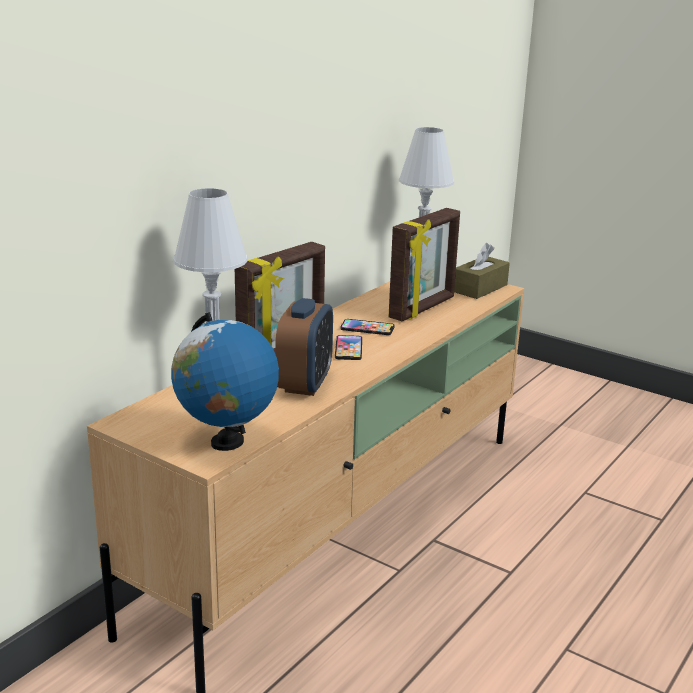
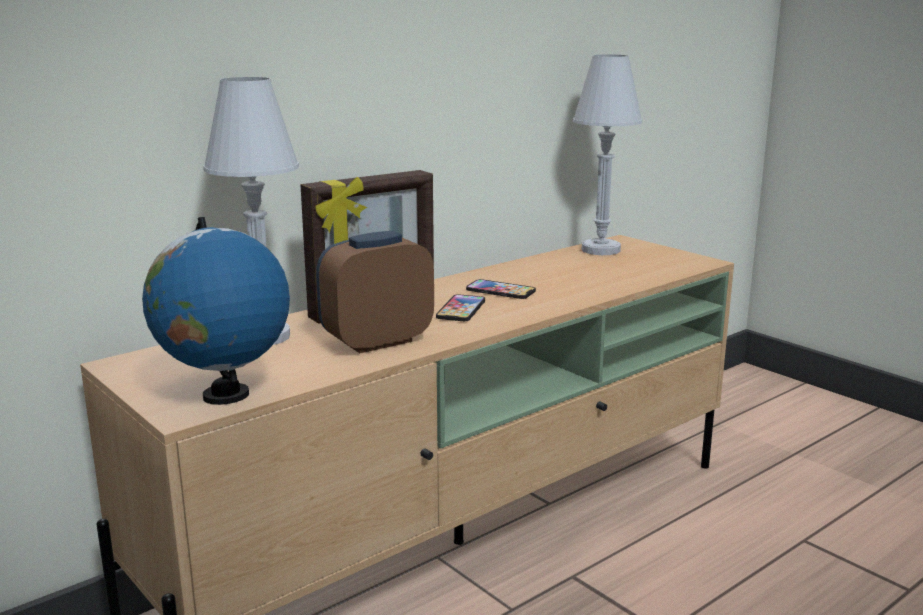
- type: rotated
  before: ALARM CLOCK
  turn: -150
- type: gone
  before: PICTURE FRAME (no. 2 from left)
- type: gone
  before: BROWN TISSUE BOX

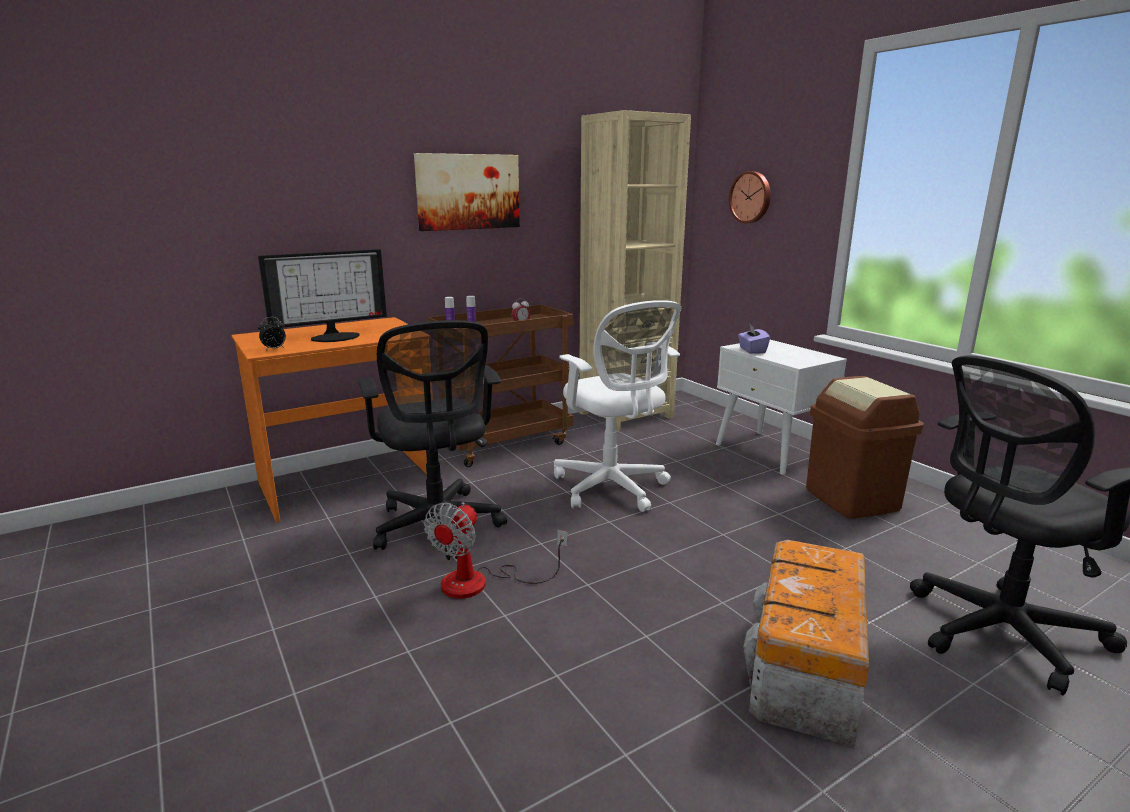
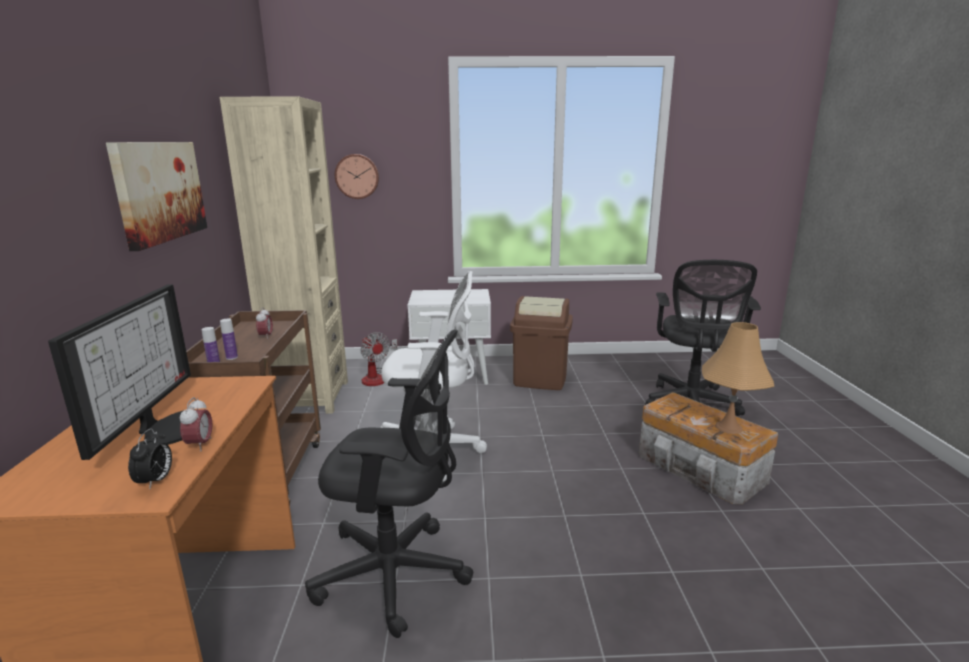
- type: shifted
  before: FAN
- type: gone
  before: PURPLE TISSUE BOX
- type: new
  after: ALARM CLOCK (no. 2 from left)
- type: new
  after: ORANGE TABLE LAMP

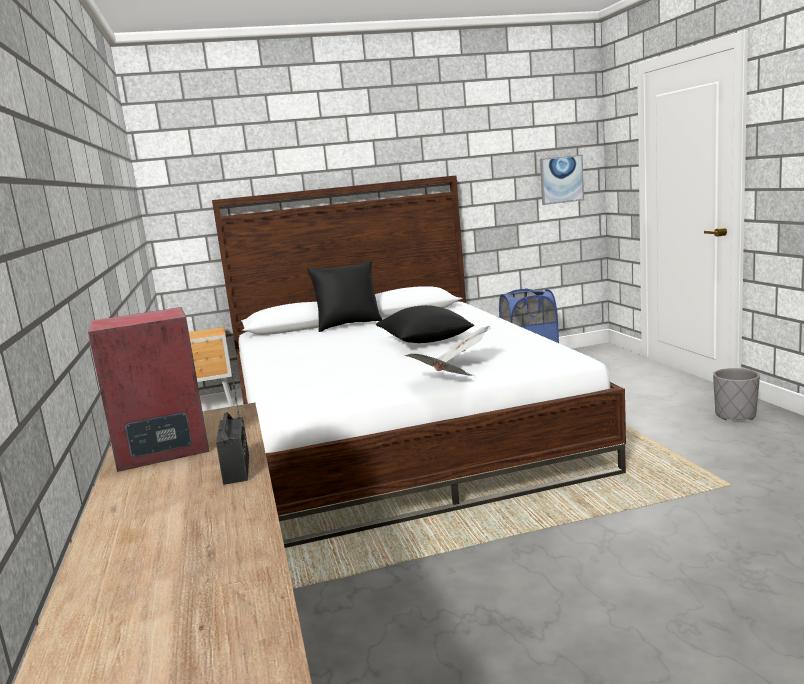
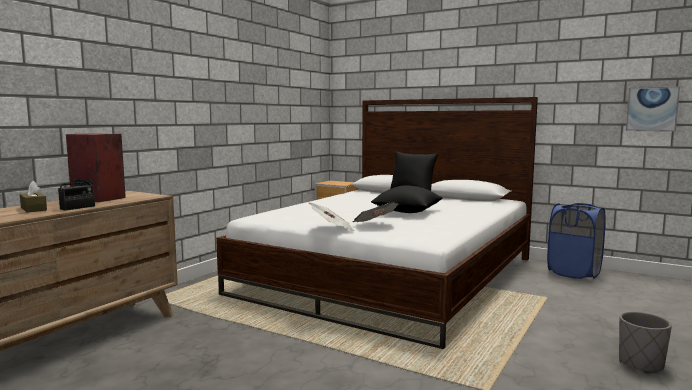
- type: new
  after: BROWN TISSUE BOX

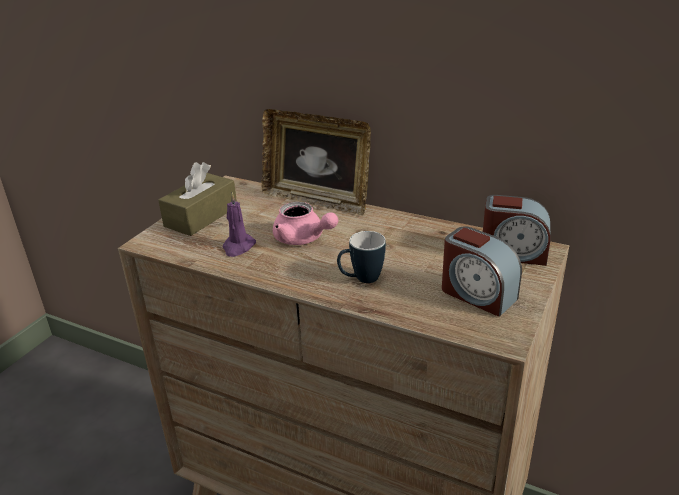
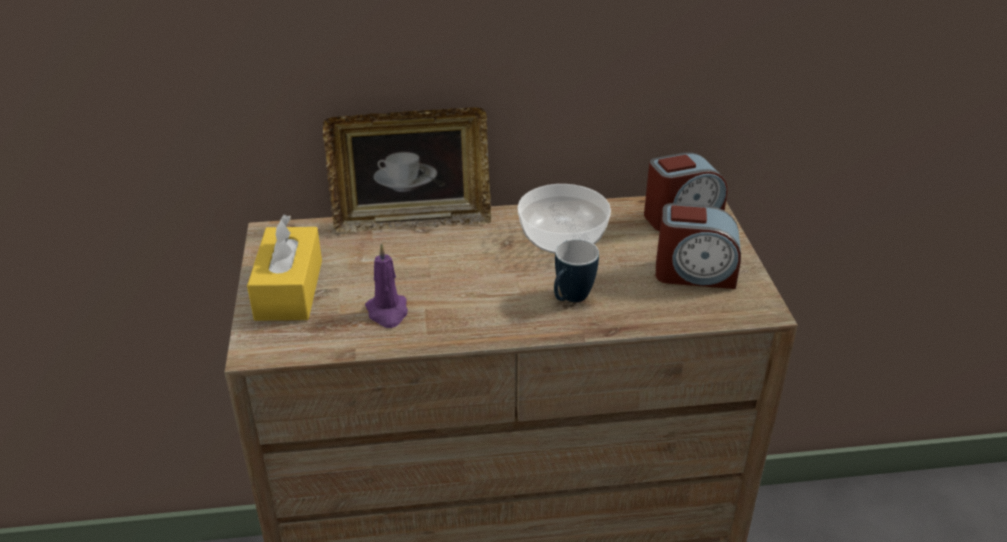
- type: repainted
  before: BROWN TISSUE BOX
  after: YELLOW TISSUE BOX
- type: gone
  before: PINK TEAPOT
- type: new
  after: BOWL

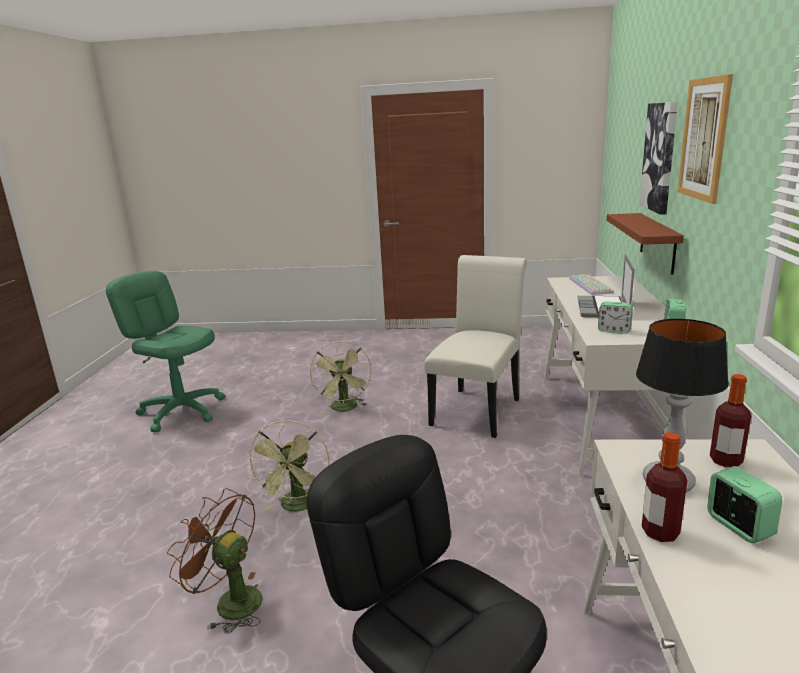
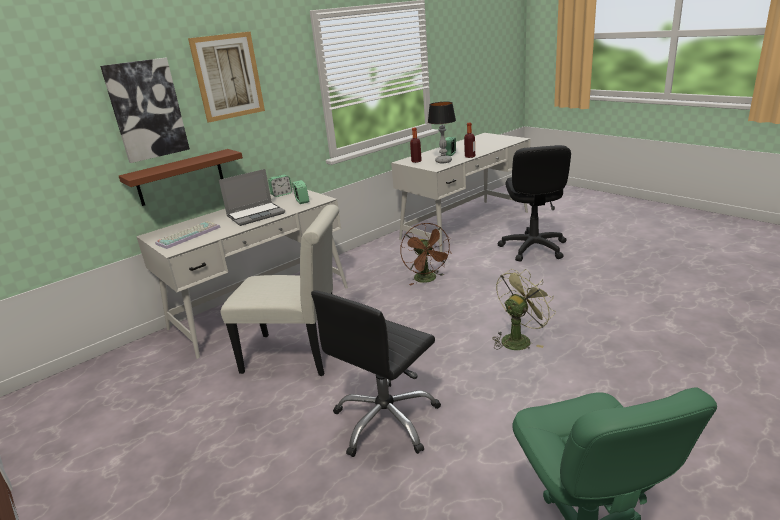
- type: shifted
  before: BROWN FAN
- type: swapped
  before: GREEN FAN (no. 2 from left)
  after: BLACK OFFICE CHAIR (no. 1 from left)
- type: rotated
  before: WHITE CHAIR
  turn: -150

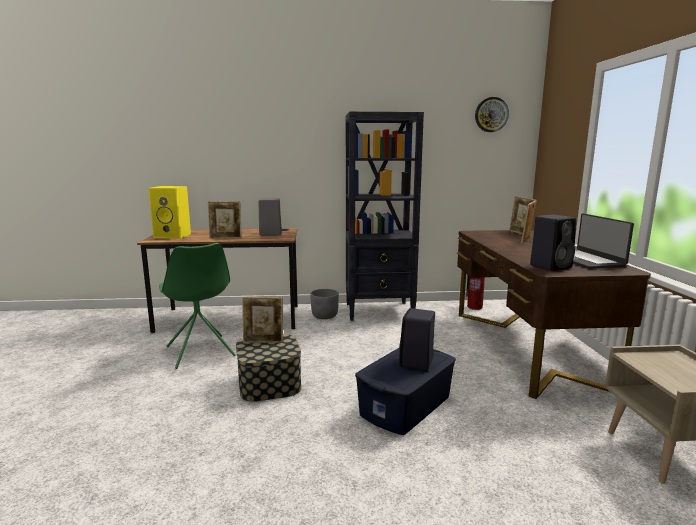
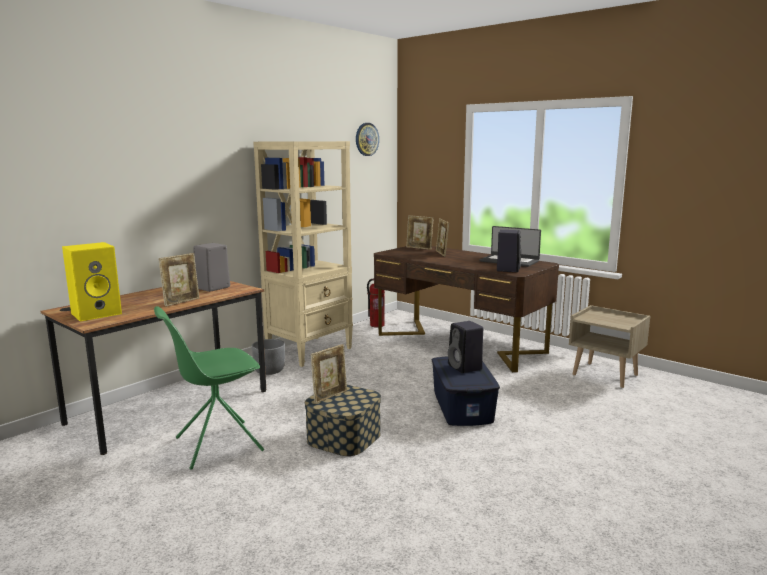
- type: rotated
  before: GREEN CHAIR
  turn: 135
- type: repainted
  before: BLACK BOOKCASE
  after: BEIGE BOOKCASE

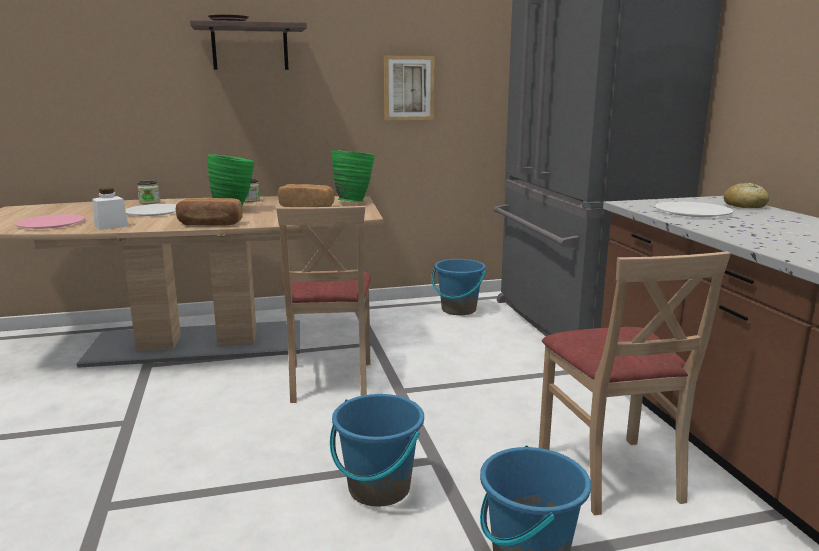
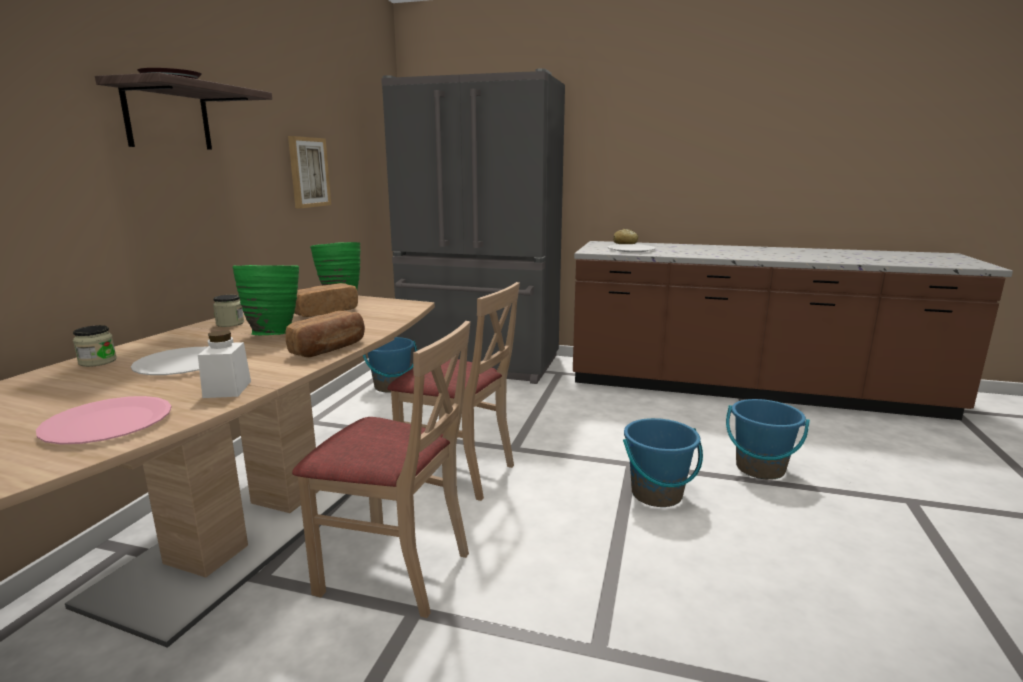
- type: shifted
  before: BEIGE CHAIR (no. 2 from left in the first image)
  after: BEIGE CHAIR (no. 1 from left)

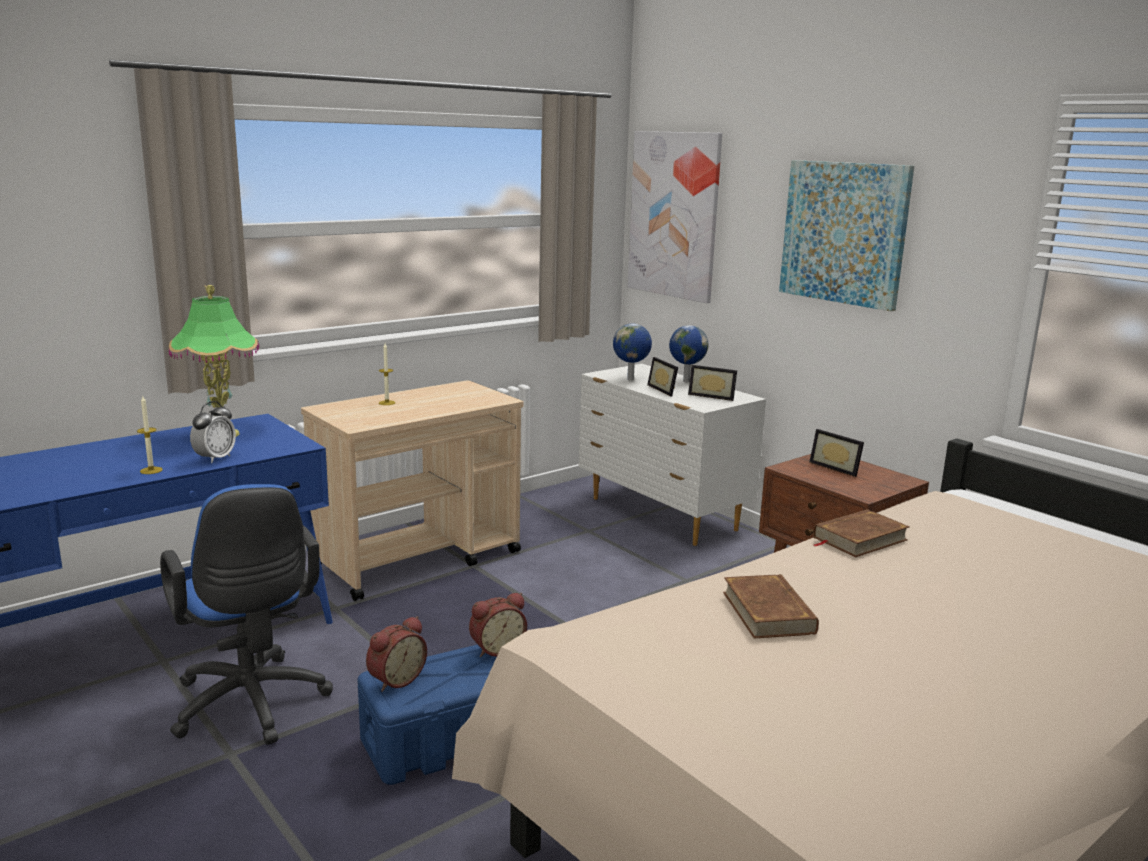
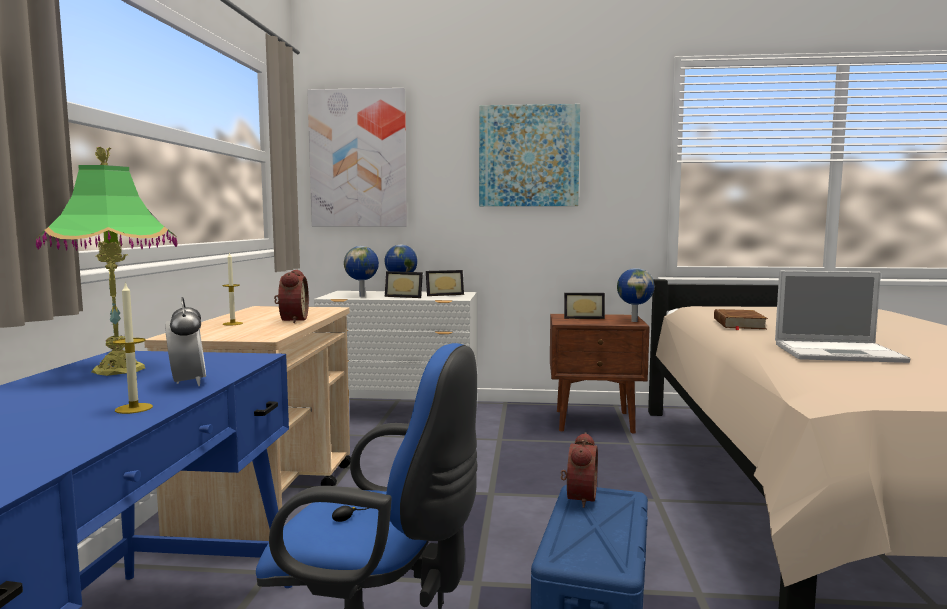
- type: shifted
  before: ALARM CLOCK (no. 2 from left)
- type: swapped
  before: BROWN BOOK (no. 1 from left)
  after: LAPTOP
- type: new
  after: GLOBE (no. 3 from left)

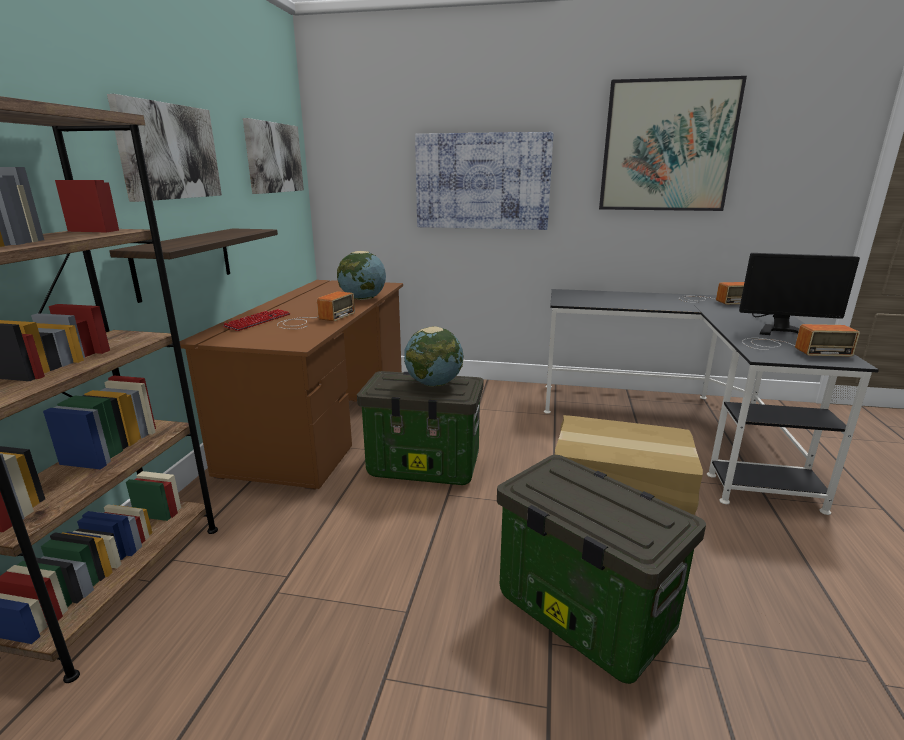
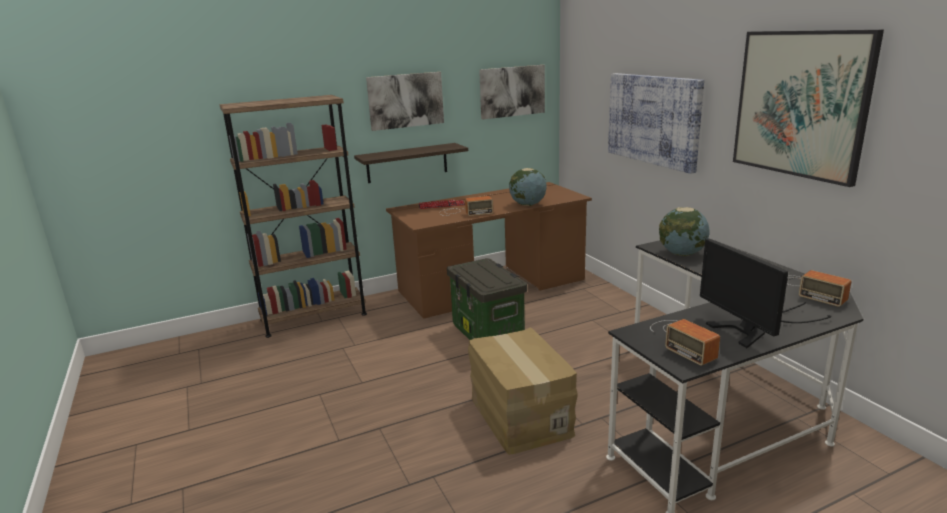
- type: shifted
  before: GLOBE (no. 2 from left)
- type: gone
  before: STORAGE BOX (no. 2 from left)

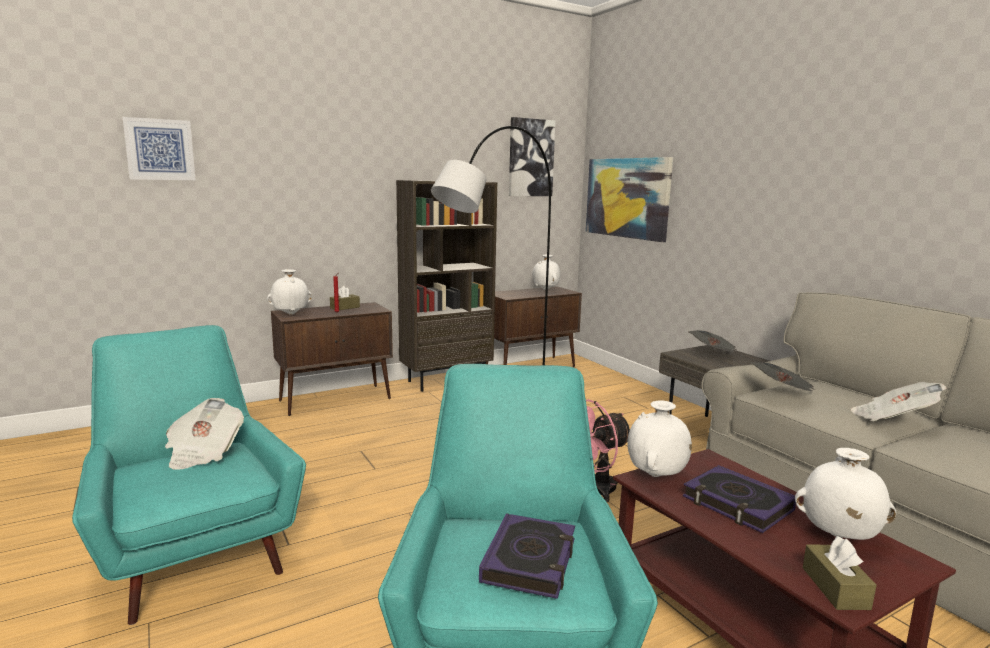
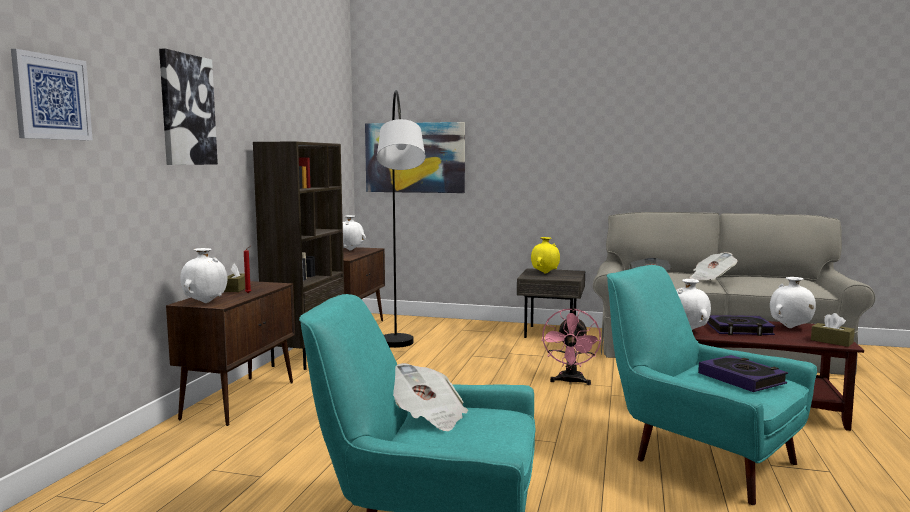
- type: shifted
  before: PICTURE (no. 2 from left)
- type: swapped
  before: NEWSPAPER (no. 2 from left)
  after: YELLOW VASE

